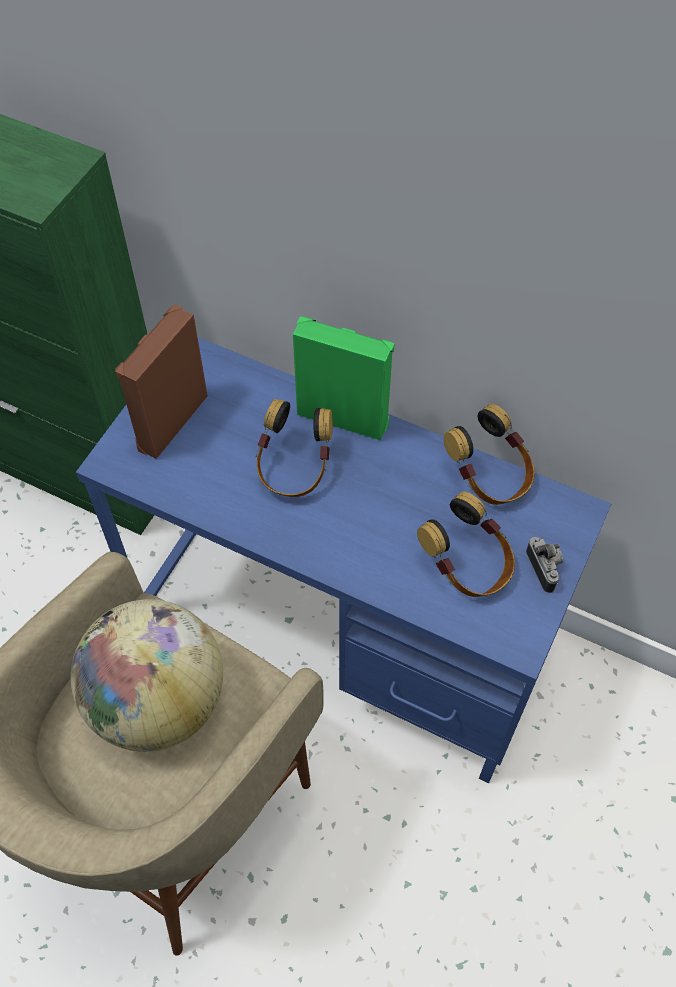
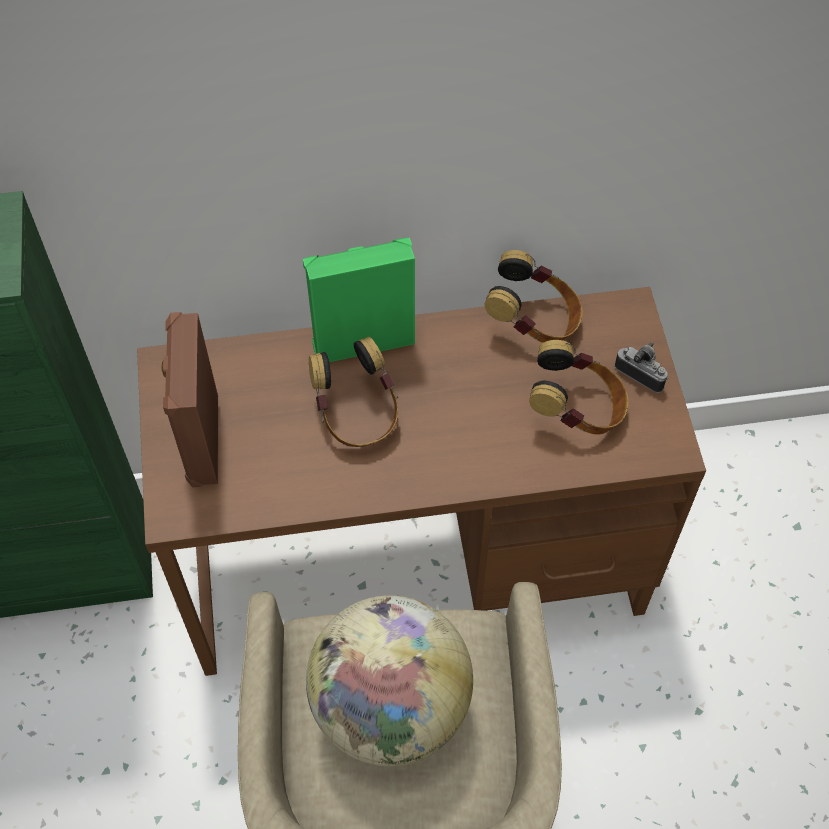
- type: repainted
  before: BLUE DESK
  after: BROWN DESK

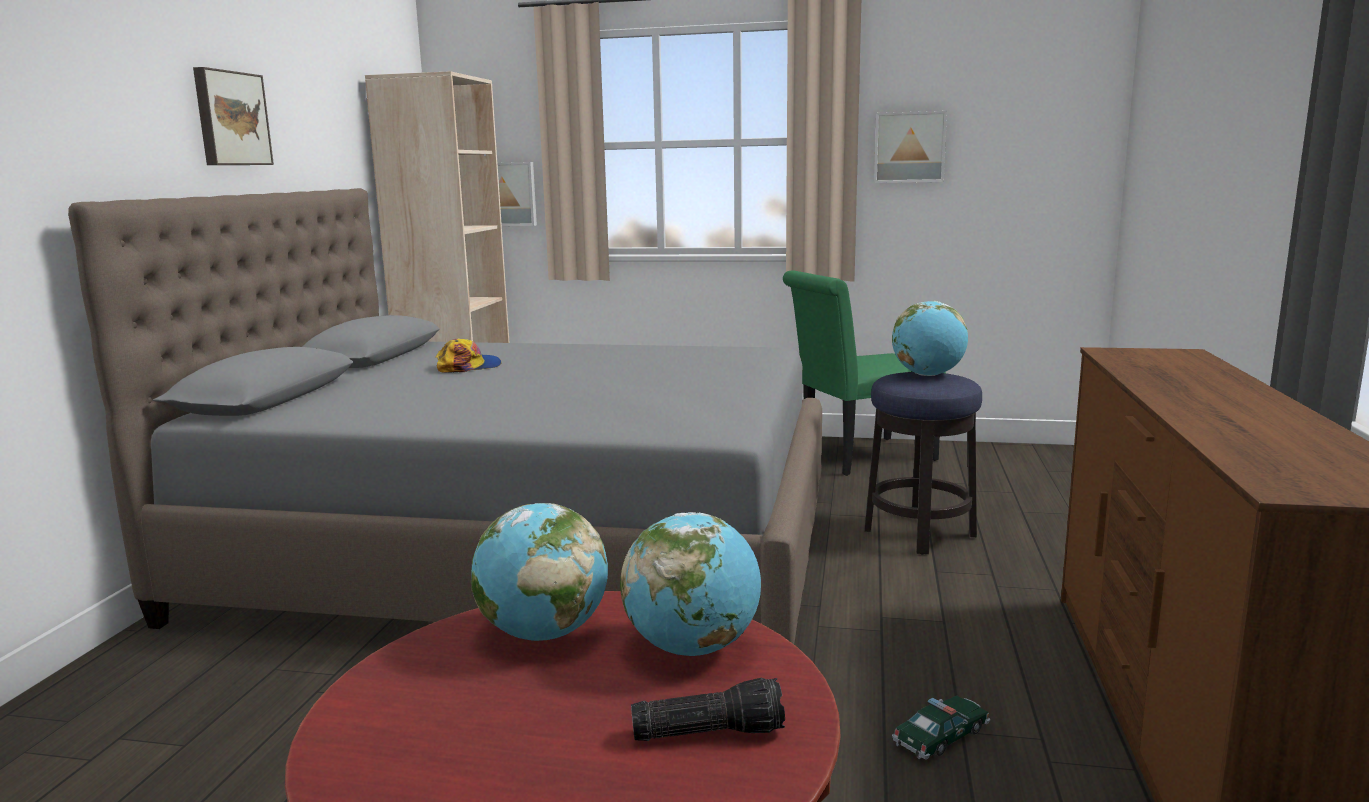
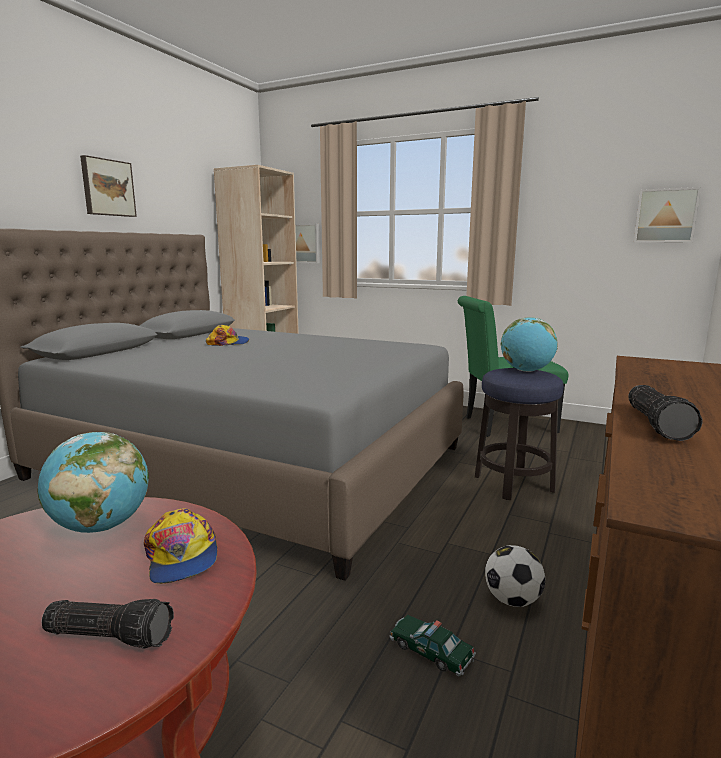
- type: swapped
  before: GLOBE (no. 2 from left)
  after: CAP (no. 1 from left)
- type: shifted
  before: PICTURE (no. 3 from left)
- type: rotated
  before: TOY CAR
  turn: -120
- type: new
  after: FOOTBALL
- type: new
  after: FLASHLIGHT (no. 2 from left)

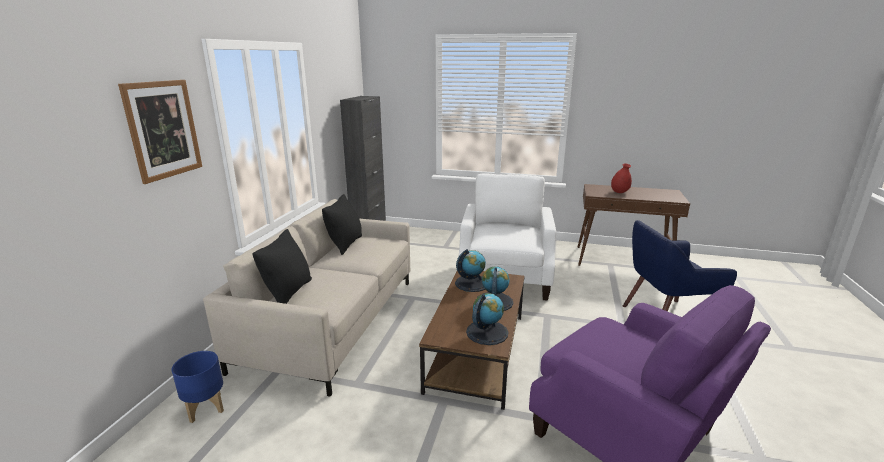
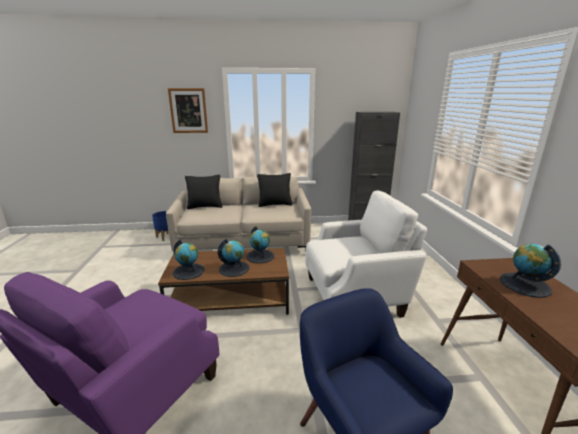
- type: swapped
  before: RED VASE
  after: GLOBE (no. 4 from left)

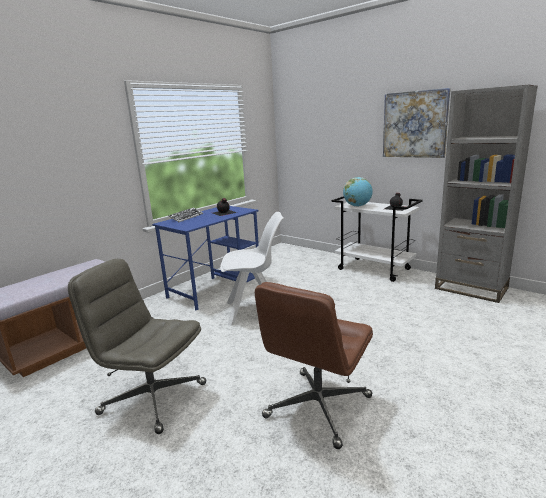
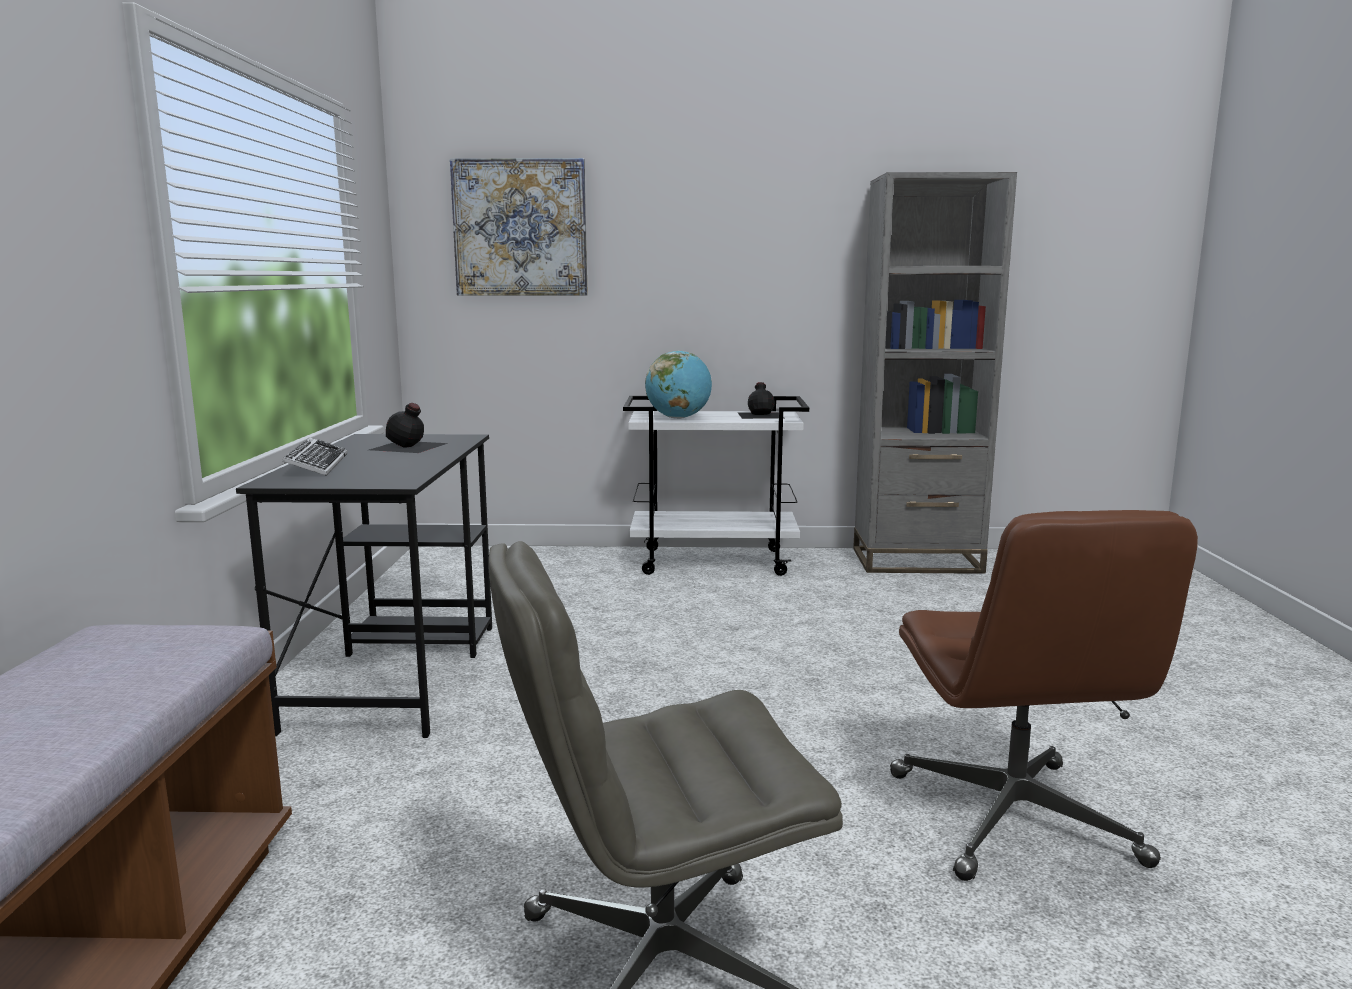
- type: repainted
  before: BLUE DESK
  after: BLACK DESK
- type: gone
  before: WHITE CHAIR
- type: shifted
  before: PICTURE

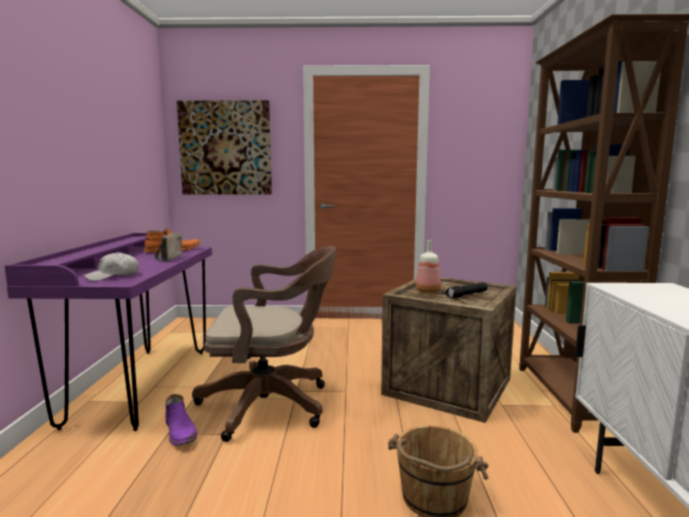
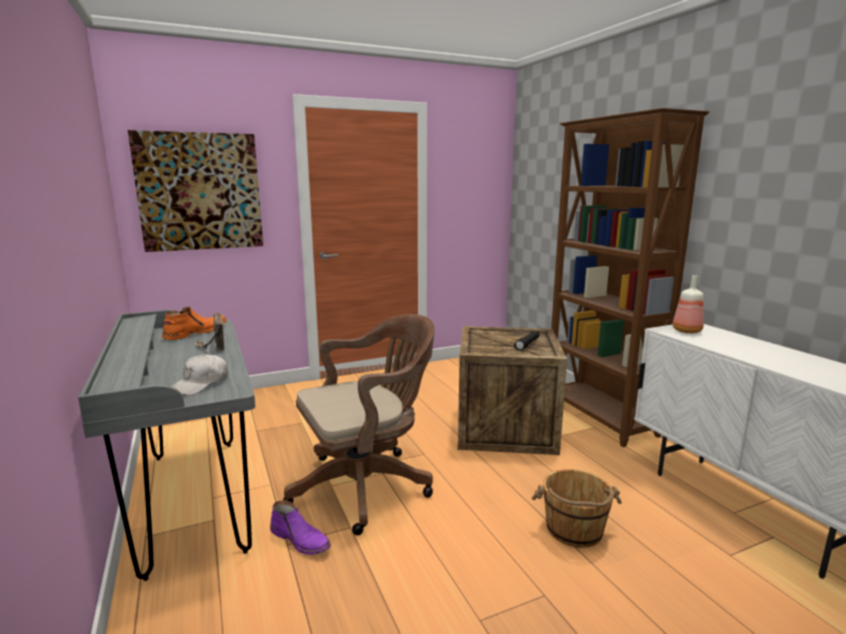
- type: repainted
  before: PURPLE DESK
  after: GREY DESK
- type: shifted
  before: BOTTLE

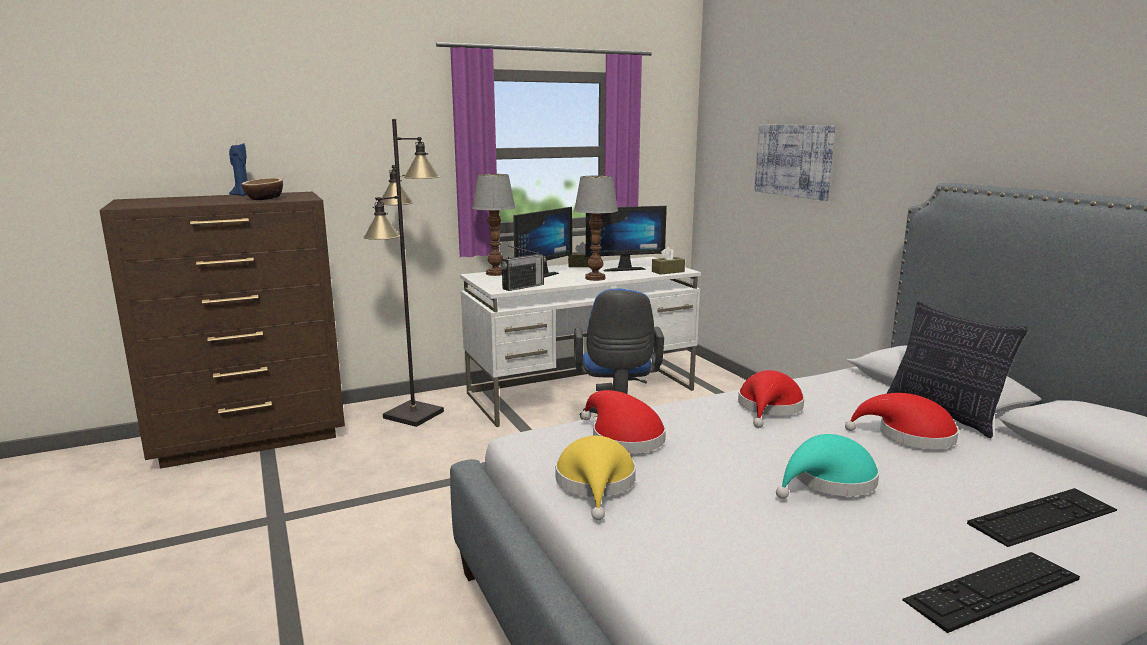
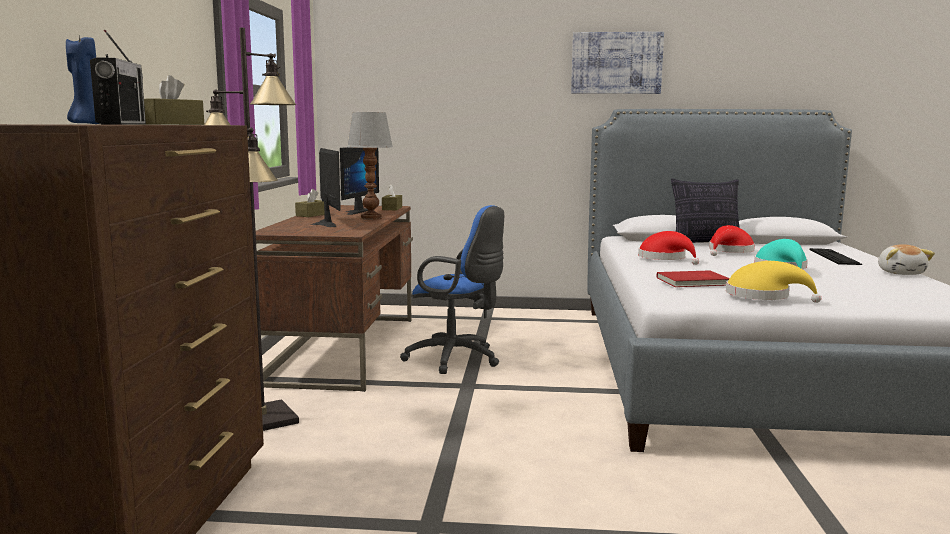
- type: swapped
  before: BOWL
  after: BROWN TISSUE BOX (no. 1 from left)
- type: repainted
  before: WHITE DESK
  after: BROWN DESK
- type: gone
  before: TABLE LAMP (no. 1 from left)
- type: shifted
  before: RADIO
- type: swapped
  before: RED HAT (no. 1 from left)
  after: RED BOOK
- type: shifted
  before: PICTURE
- type: swapped
  before: KEYBOARD (no. 1 from left)
  after: PLUSH TOY

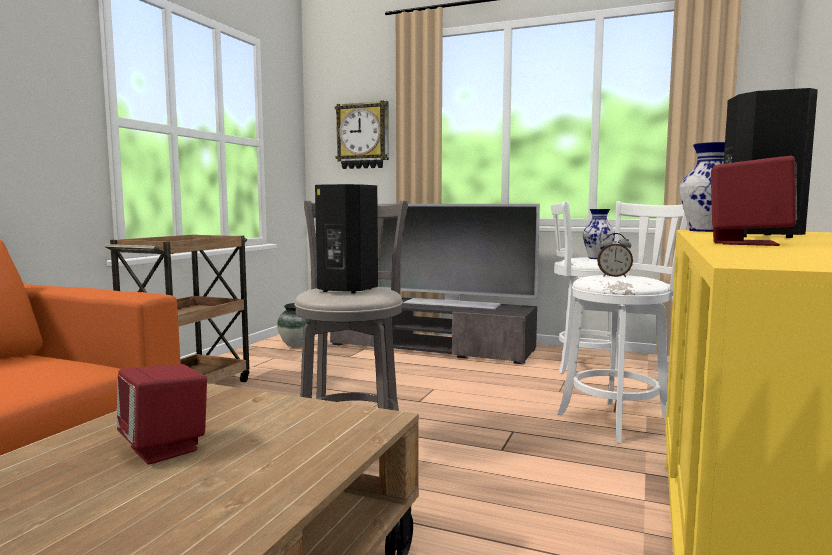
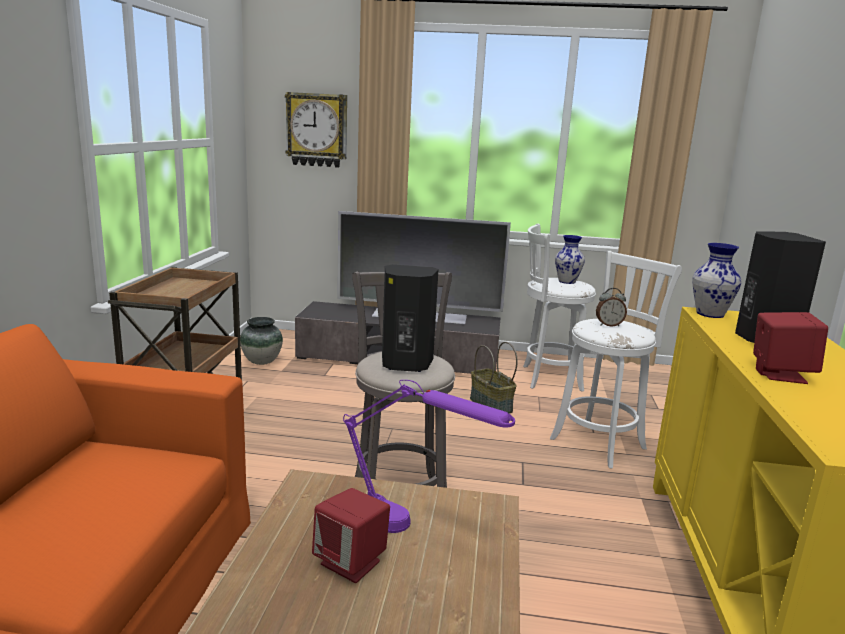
- type: new
  after: PURPLE TABLE LAMP
- type: new
  after: BASKET

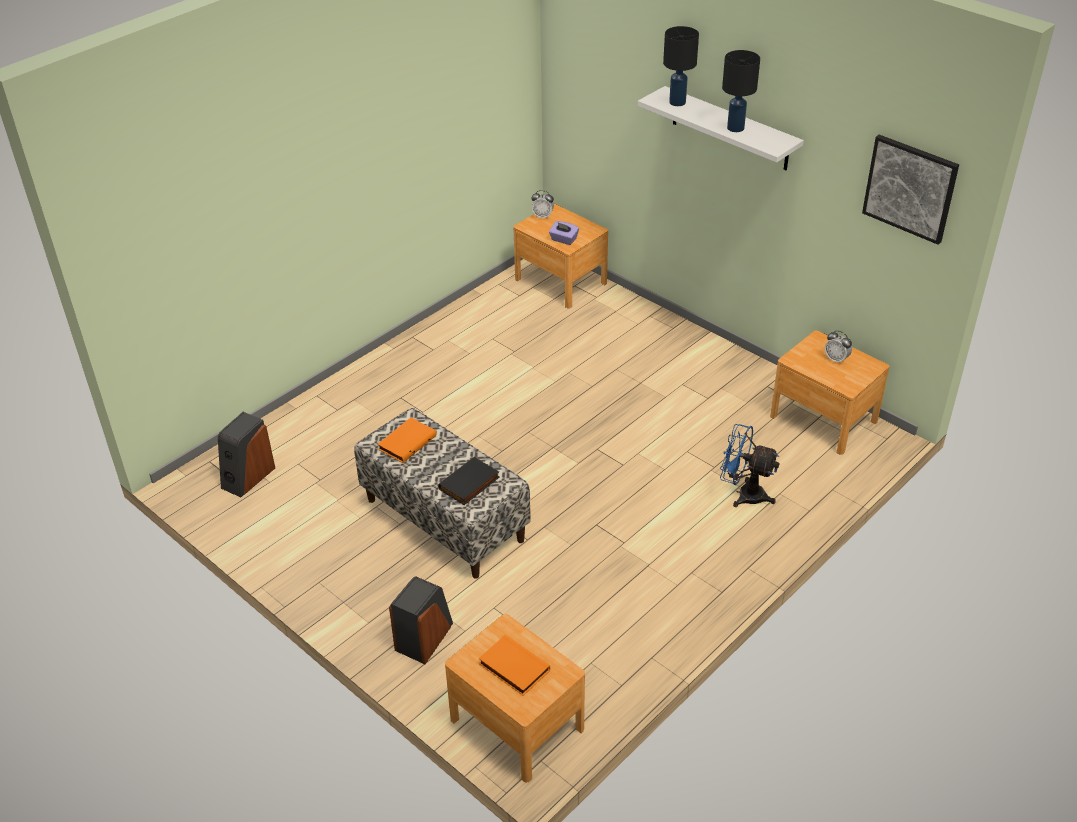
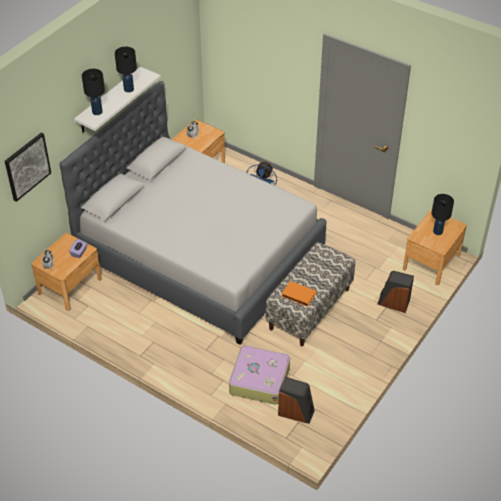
- type: gone
  before: BLACK BOOK
- type: swapped
  before: ORANGE BOOK (no. 2 from left)
  after: BLACK TABLE LAMP (no. 3 from left)
- type: shifted
  before: PICTURE
- type: new
  after: GREY BED
- type: new
  after: SUITCASE

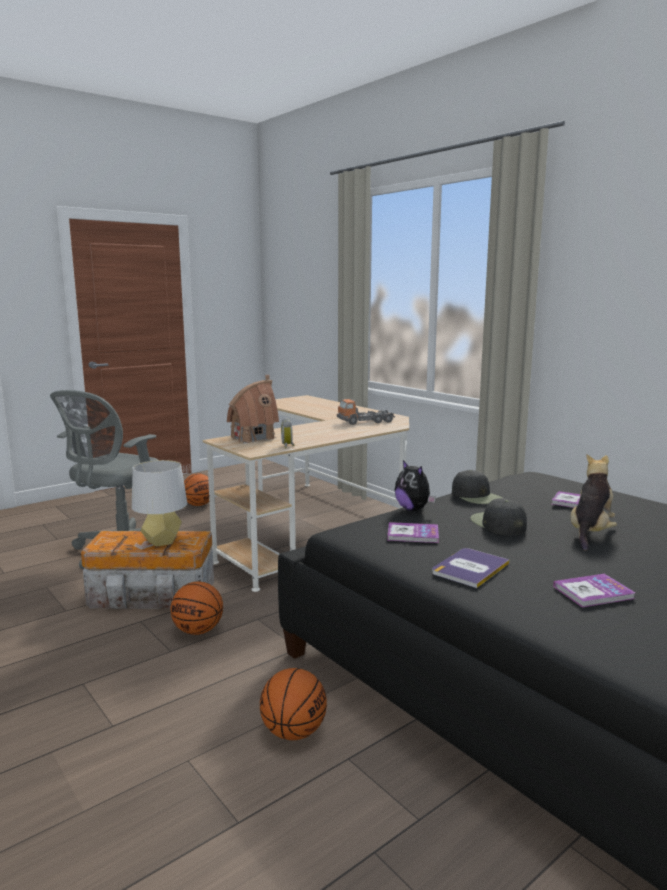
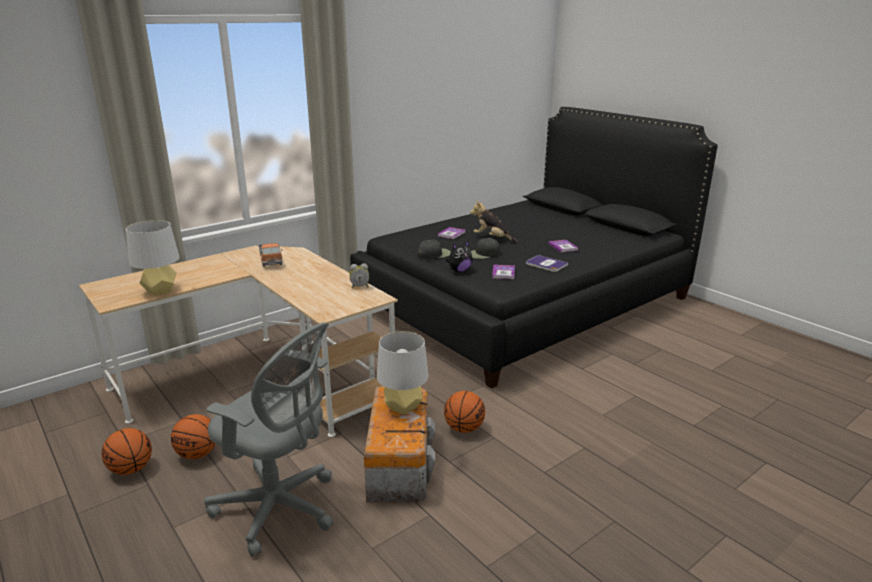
- type: gone
  before: TOY HOUSE
- type: shifted
  before: BASKETBALL (no. 3 from left in the first image)
  after: BASKETBALL (no. 2 from left)
- type: new
  after: GREY TABLE LAMP (no. 1 from left)

